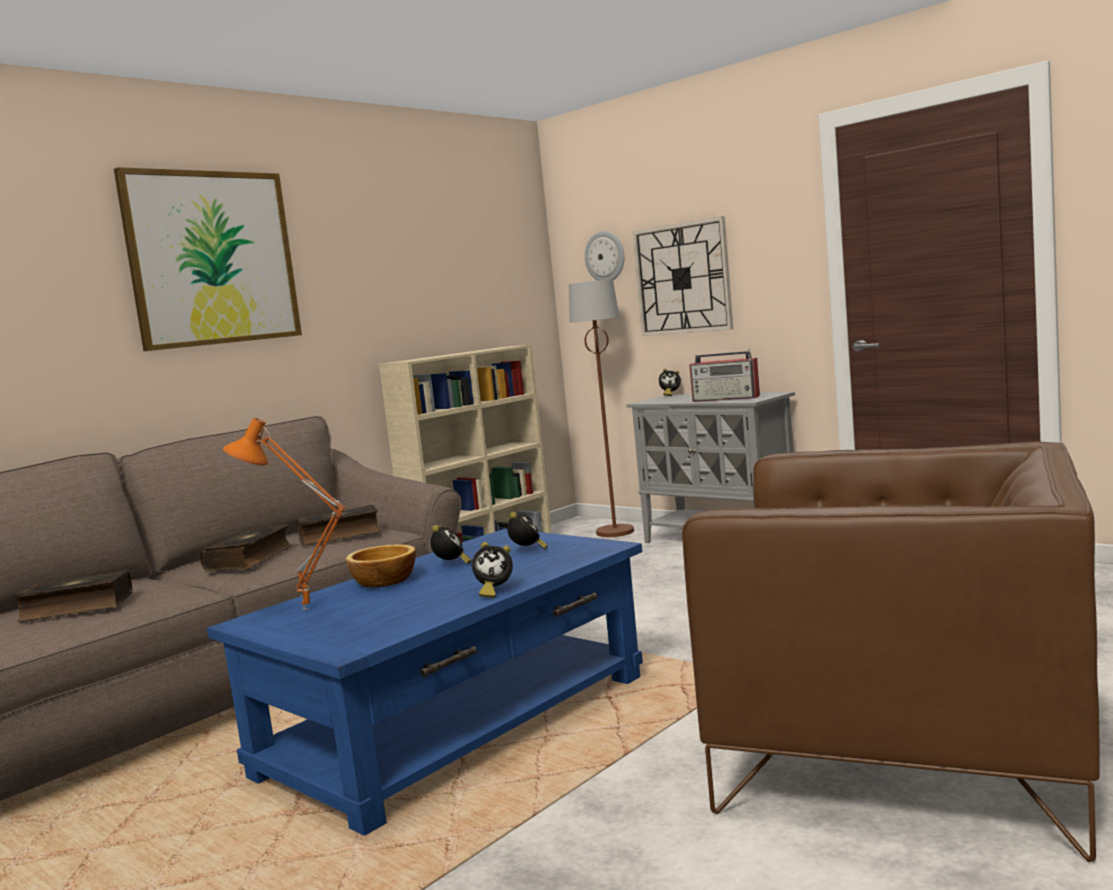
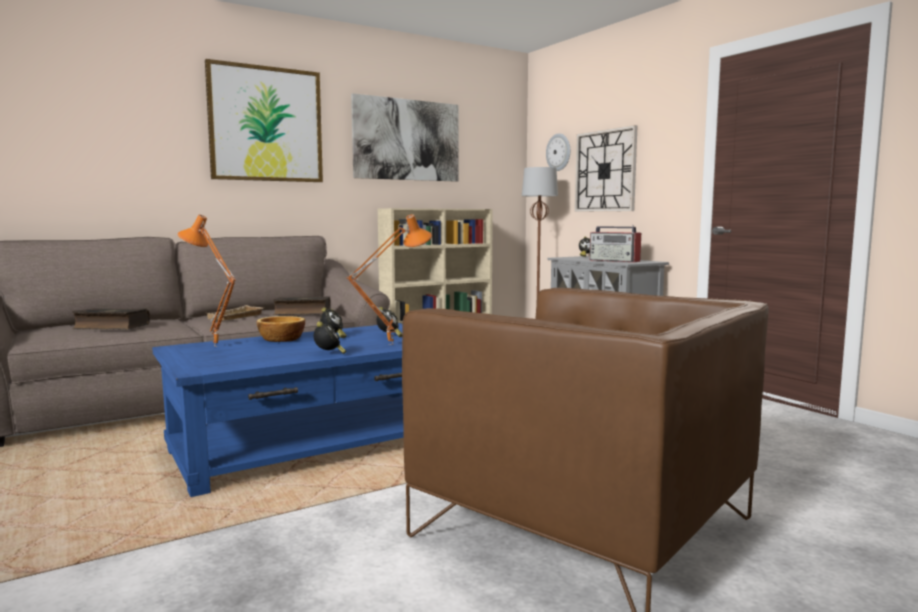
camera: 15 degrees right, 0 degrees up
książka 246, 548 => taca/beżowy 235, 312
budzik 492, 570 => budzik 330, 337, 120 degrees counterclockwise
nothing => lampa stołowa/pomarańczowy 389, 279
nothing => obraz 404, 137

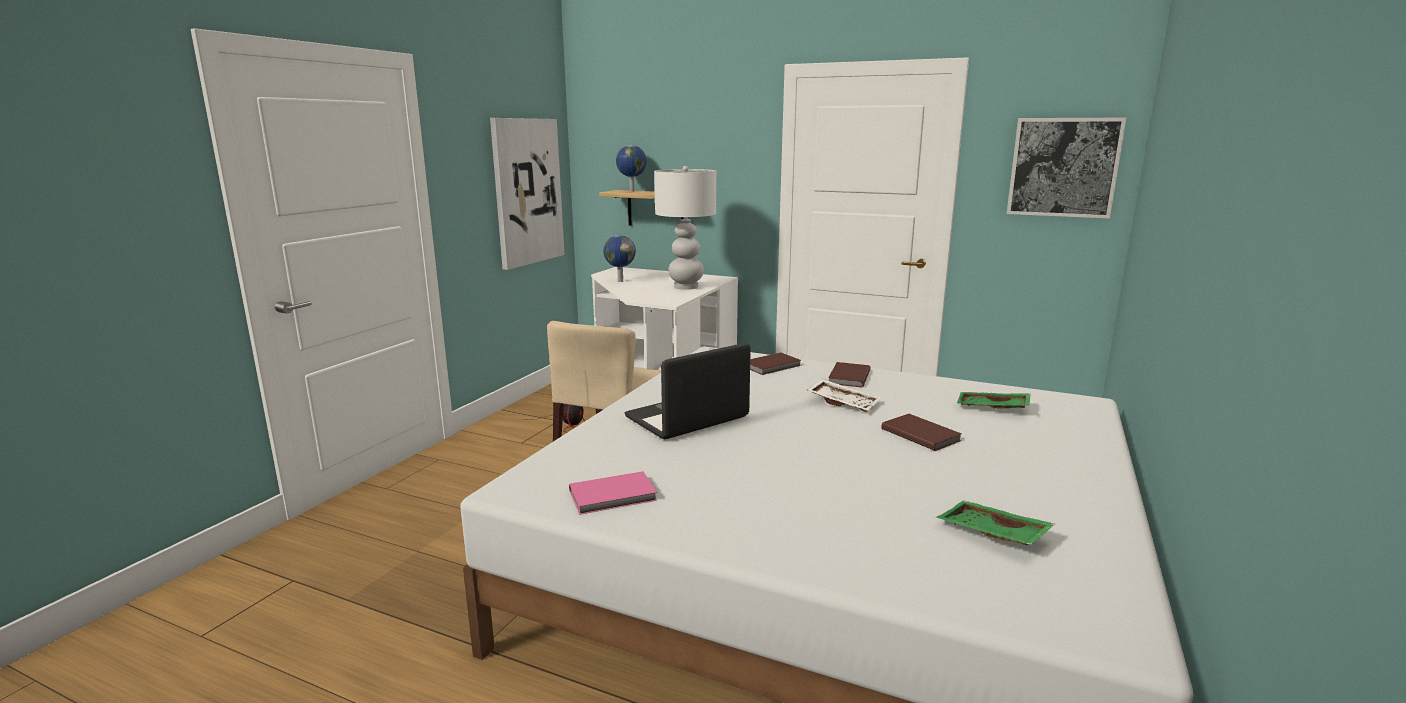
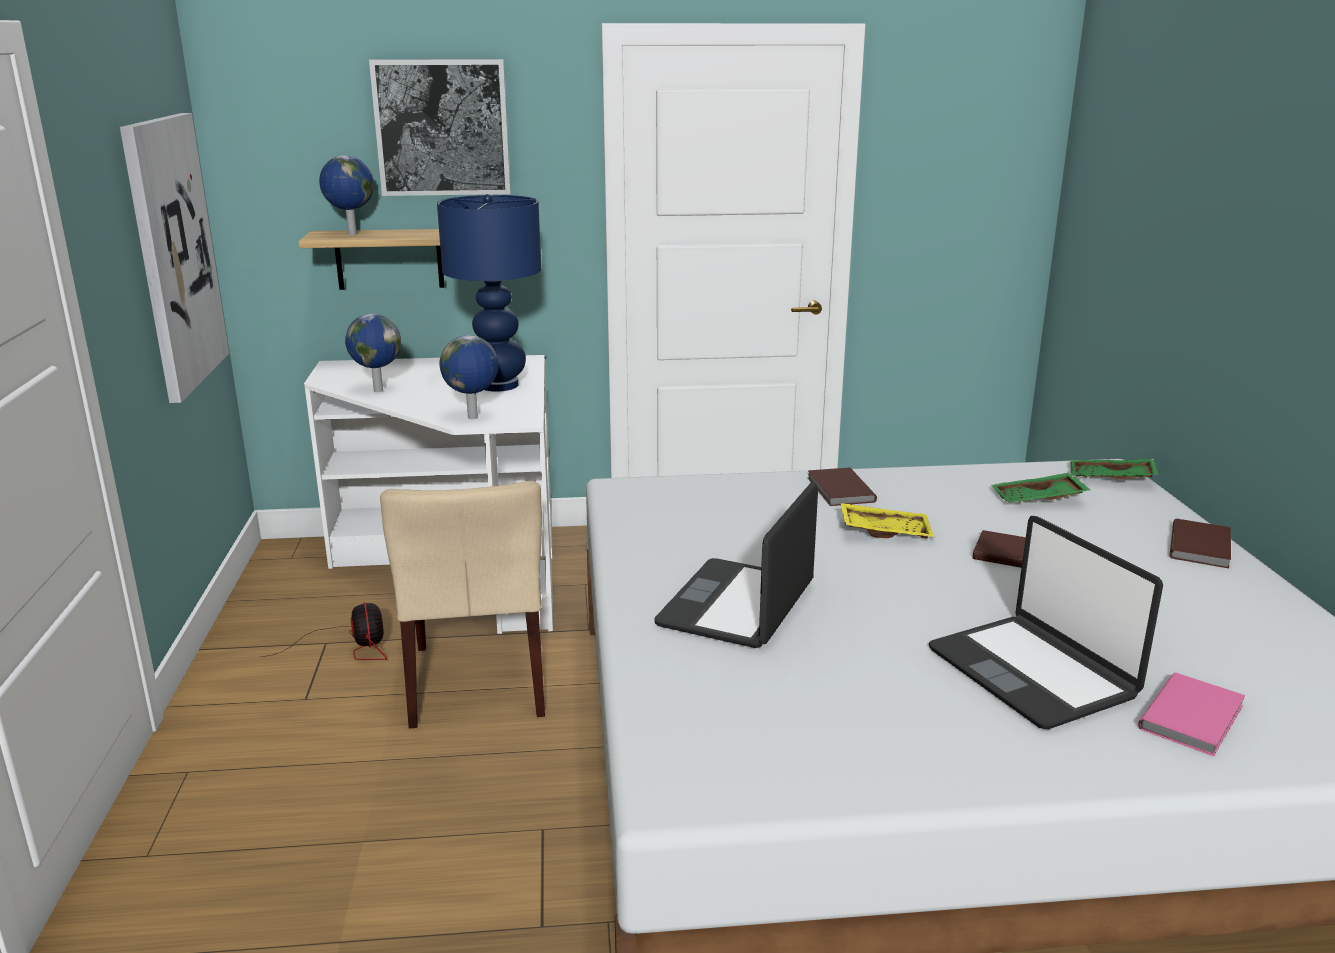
camera: 30 degrees left, 5 degrees up
obraz 1066, 168 => obraz 440, 127, relocated
lampa stołowa/biały 685, 228 => lampa stołowa/niebieski 489, 293
nothing => globus 469, 377
taca/biały 844, 395 => taca/żółty 887, 521
nothing => laptop 1046, 622
taca/zielony 995, 523 => taca/zielony 1114, 469, relocated
książka/różowy 613, 493 => książka/różowy 1192, 714, relocated
książka/brązowy 775, 364 => książka/brązowy 1200, 543, relocated

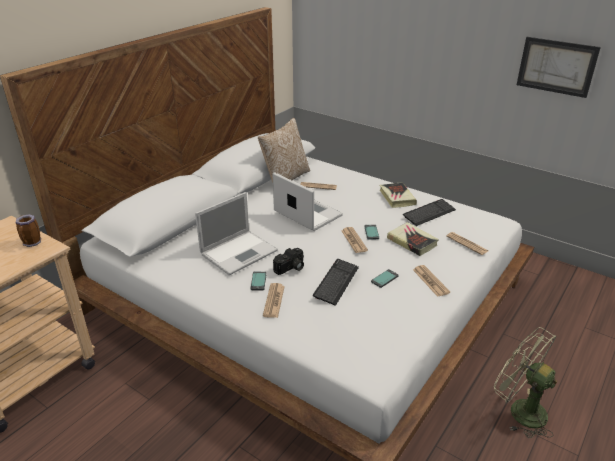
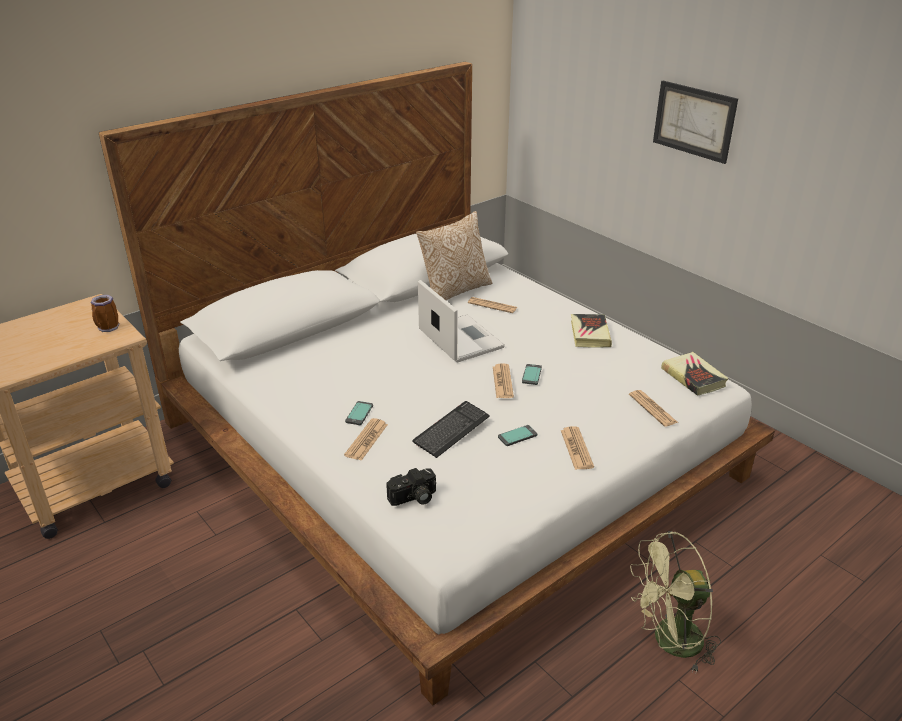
camera: 15 degrees right, 0 degrees up
aparat fotograficzny 288, 261 => aparat fotograficzny 411, 487, relocated
wentylator/zielony 525, 382 => wentylator/zielony 675, 602, 75 degrees counterclockwise
obraz 559, 67 => obraz 695, 122, relocated
książka 413, 239 => książka 694, 374, relocated
laptop 236, 233 => nothing
klawiatura 429, 212 => nothing

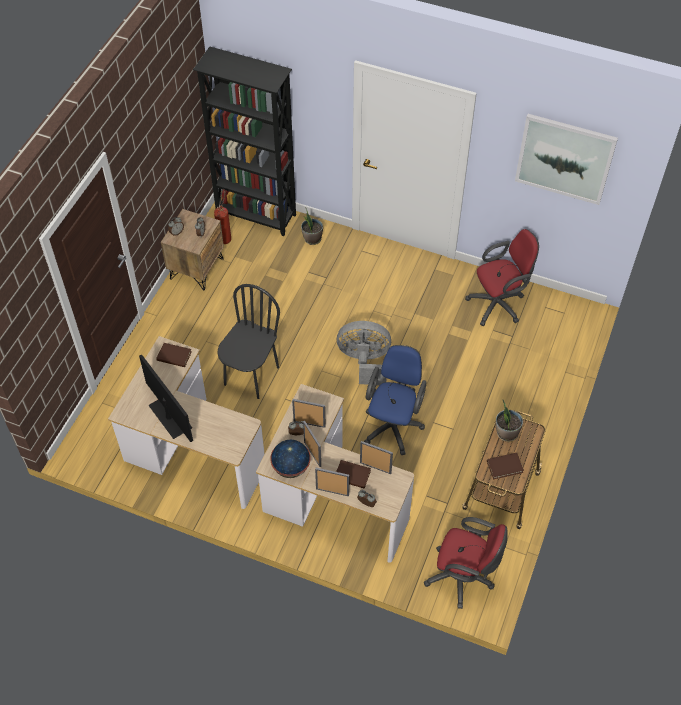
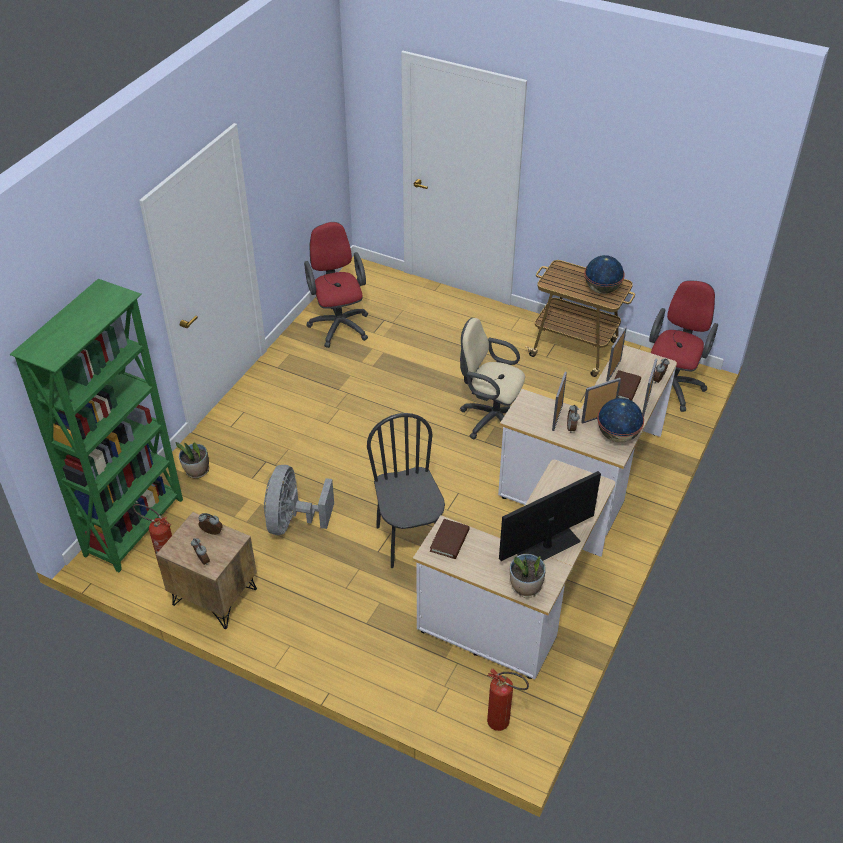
camera: 85 degrees left, 10 degrees down
regał/czarny 244, 141 => regał/zielony 96, 425
wentylator/szary 364, 353 => wentylator/szary 299, 500, relocated
krzesło/czarny 249, 341 => krzesło/czarny 406, 490, 45 degrees clockwise
krzesło biurowe/niebieski 395, 400 => krzesło biurowe/beżowy 492, 378
nothing => gaśnica 508, 699
roślina doniczkowa 509, 421 => roślina doniczkowa 528, 576, relocated
książka/brązowy 505, 466 => globus 604, 274
obraz 566, 159 => nothing

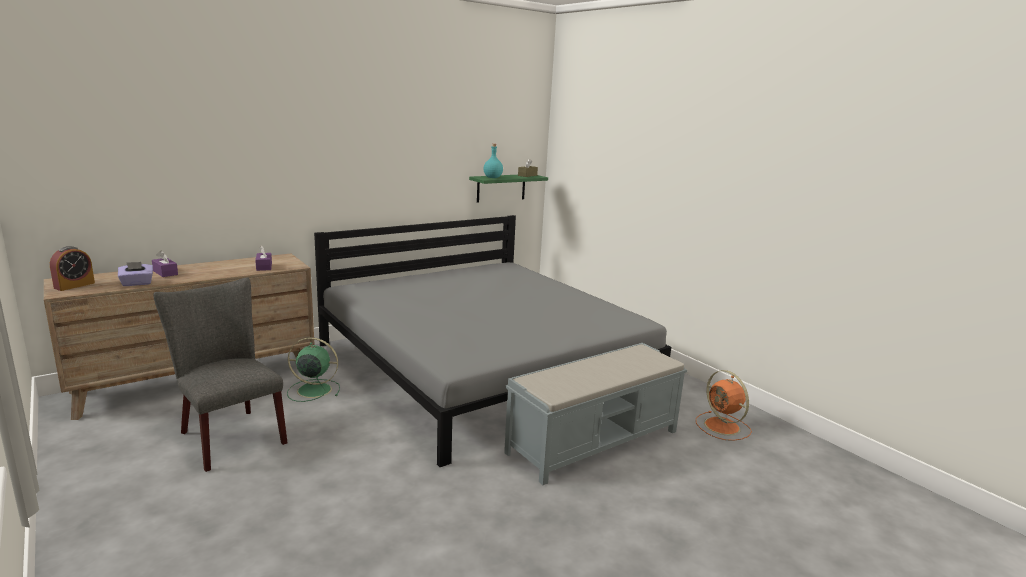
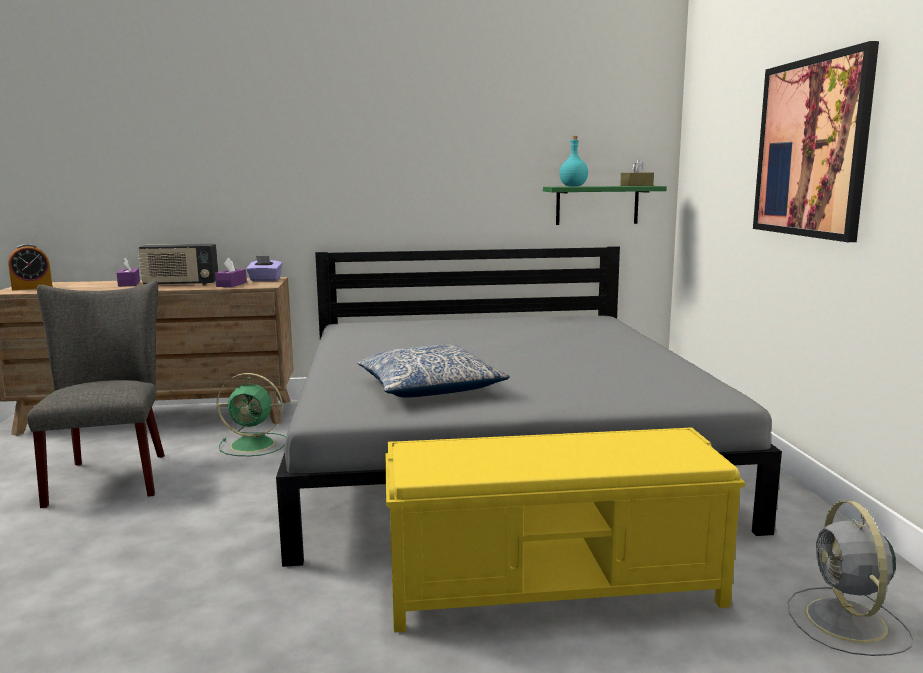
camera: 30 degrees right, 5 degrees down
nothing => radio 178, 264
wentylator/zielony 313, 369 => wentylator/zielony 251, 414, 150 degrees clockwise
pudełko chusteczek/fioletowy 135, 274 => pudełko chusteczek/fioletowy 264, 268, relocated
nothing => poduszka 433, 371
ławka/szary 595, 414 => ławka/żółty 565, 530
nothing => obraz 816, 141
wentylator/pomarańczowy 724, 405 => wentylator/szary 851, 578

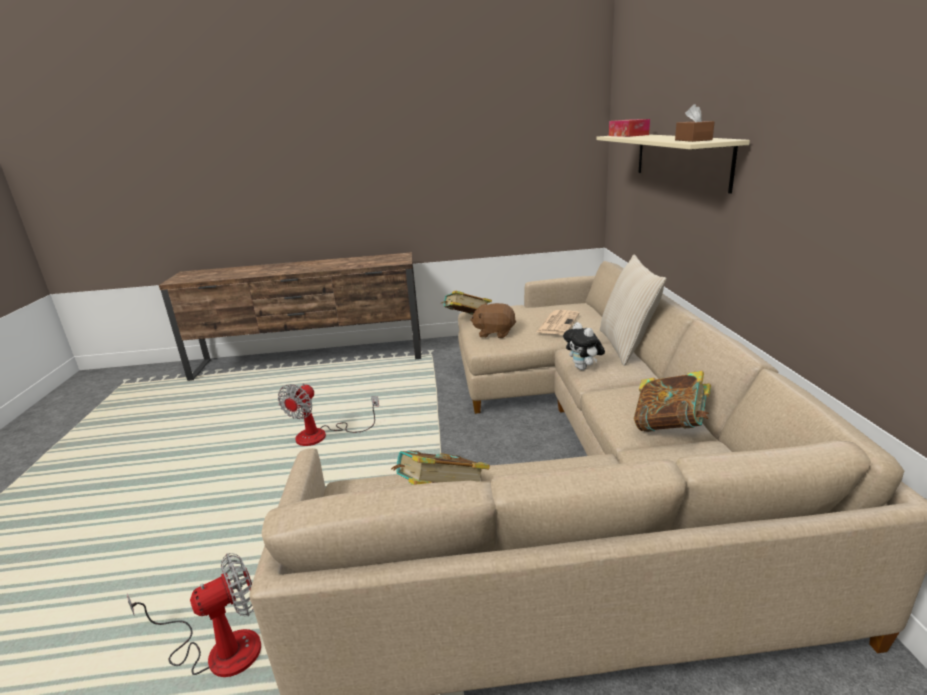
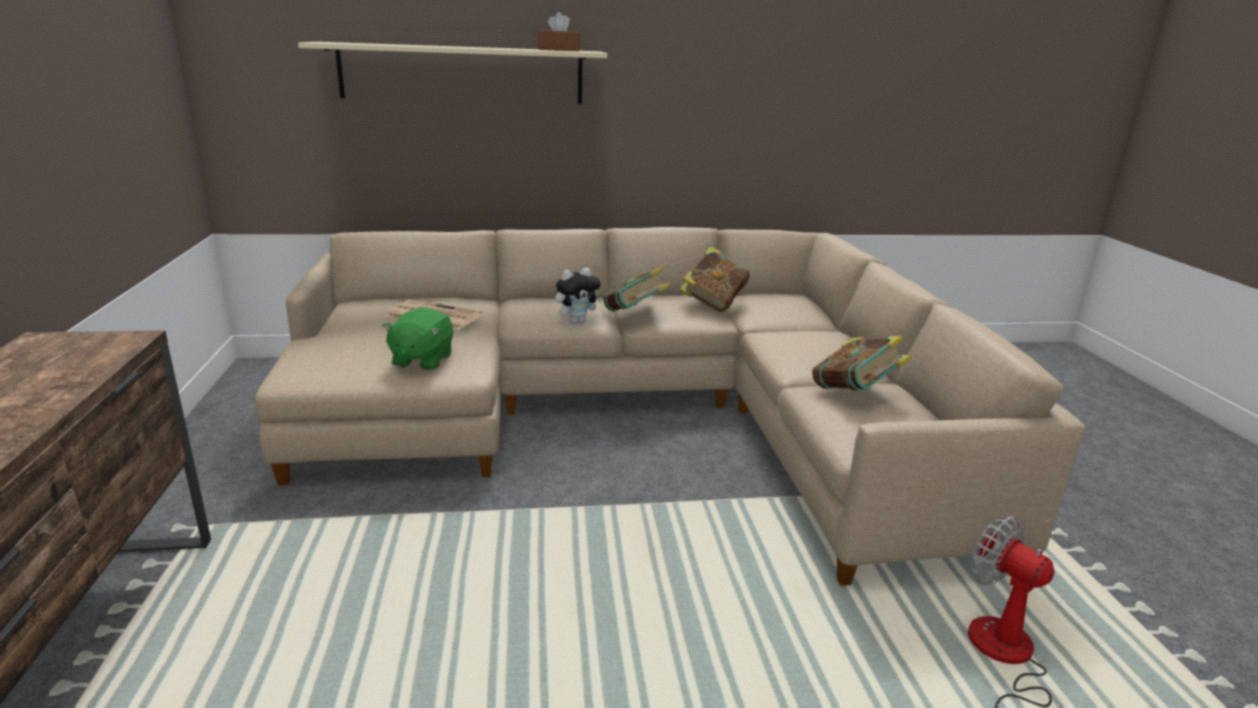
camera: 95 degrees left, 0 degrees up
pluszak/brązowy 493, 320 => pluszak/zielony 418, 339
książka 467, 302 => książka 637, 289, relocated
wentylator 328, 414 => nothing
poduszka/beżowy 633, 310 => nothing
pudełko chusteczek 629, 128 => nothing

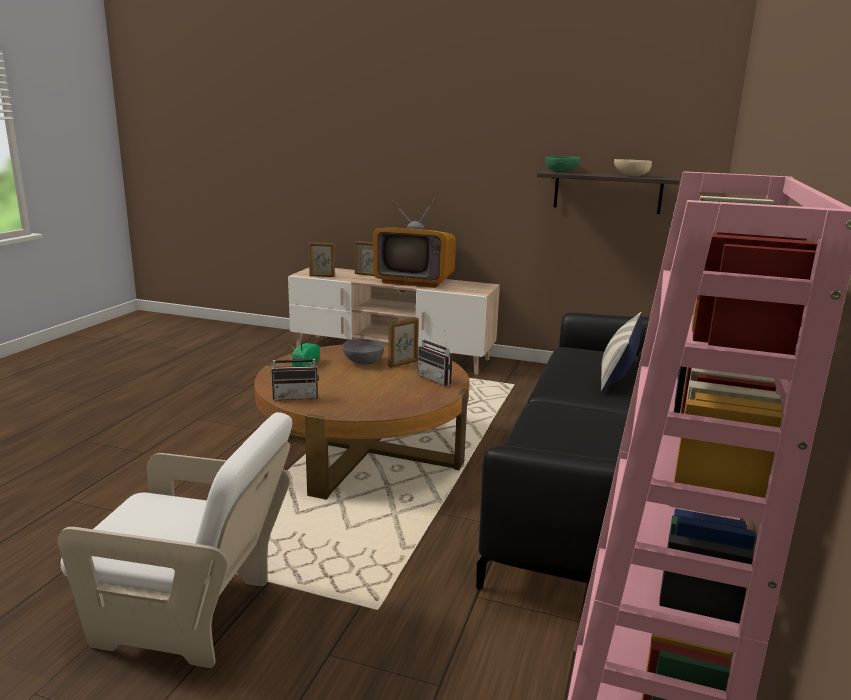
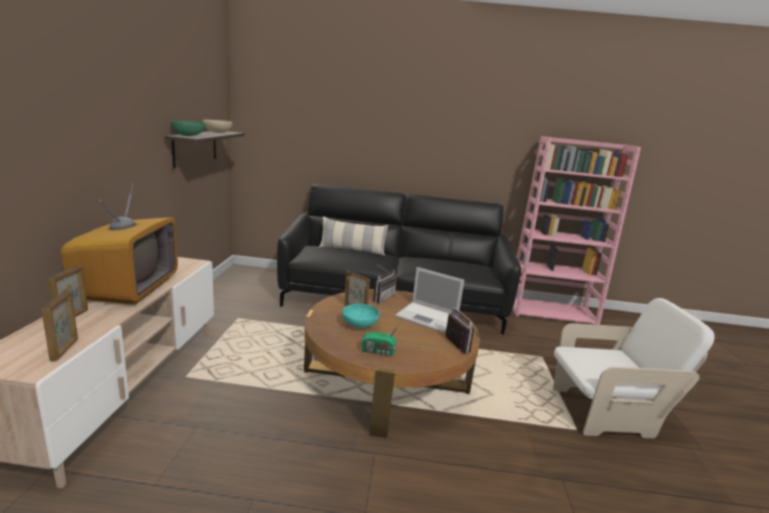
camera: 105 degrees left, 0 degrees up
miska/szary 363, 352 => miska/turkusowy 361, 316
nothing => laptop 429, 300
fotel/biały 174, 540 => fotel/biały 634, 368, 90 degrees clockwise

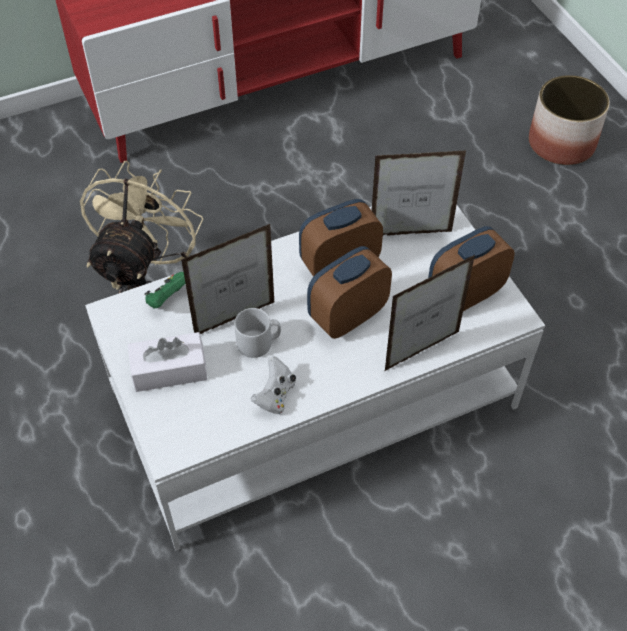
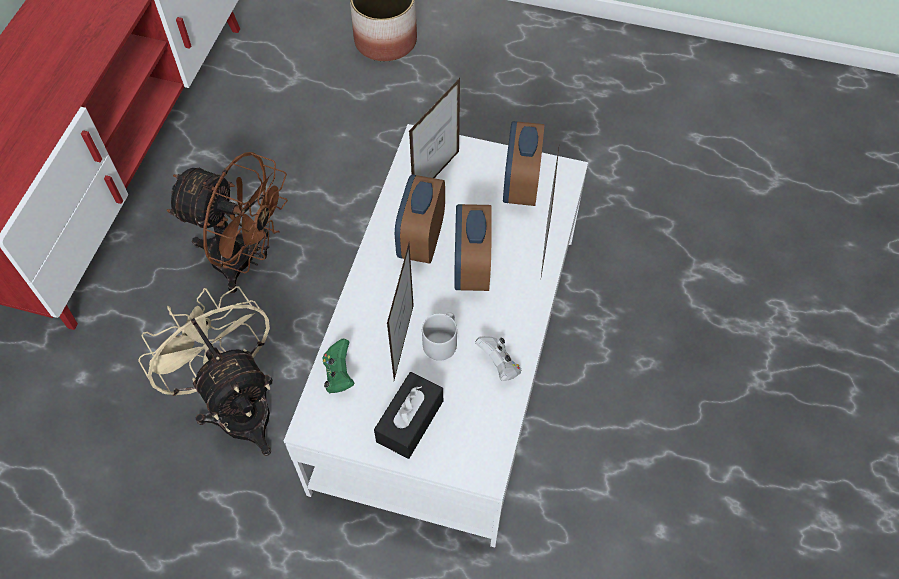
camera: 50 degrees left, 5 degrees up
nothing => wentylator/brązowy 227, 222
pudełko chusteczek/biały 167, 362 => pudełko chusteczek/czarny 408, 415

